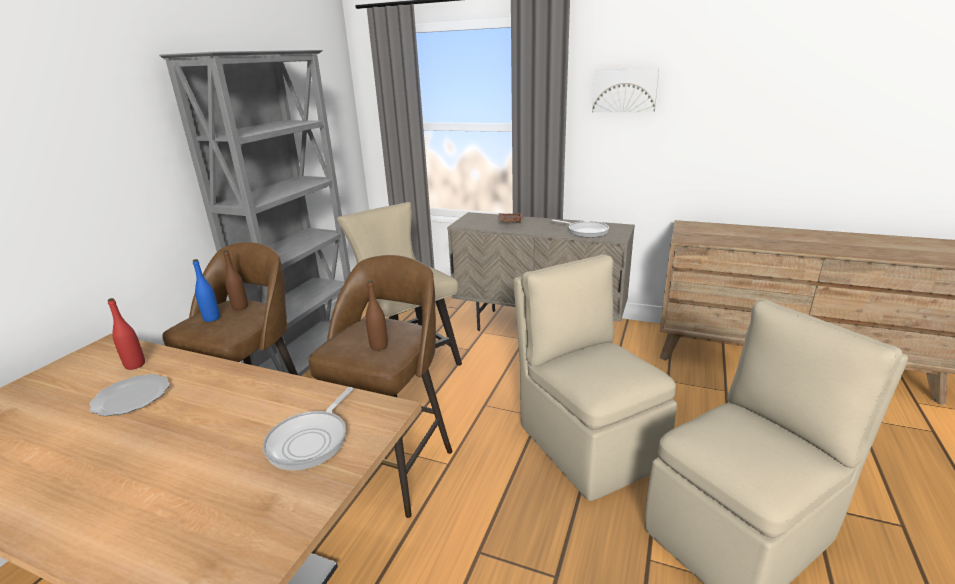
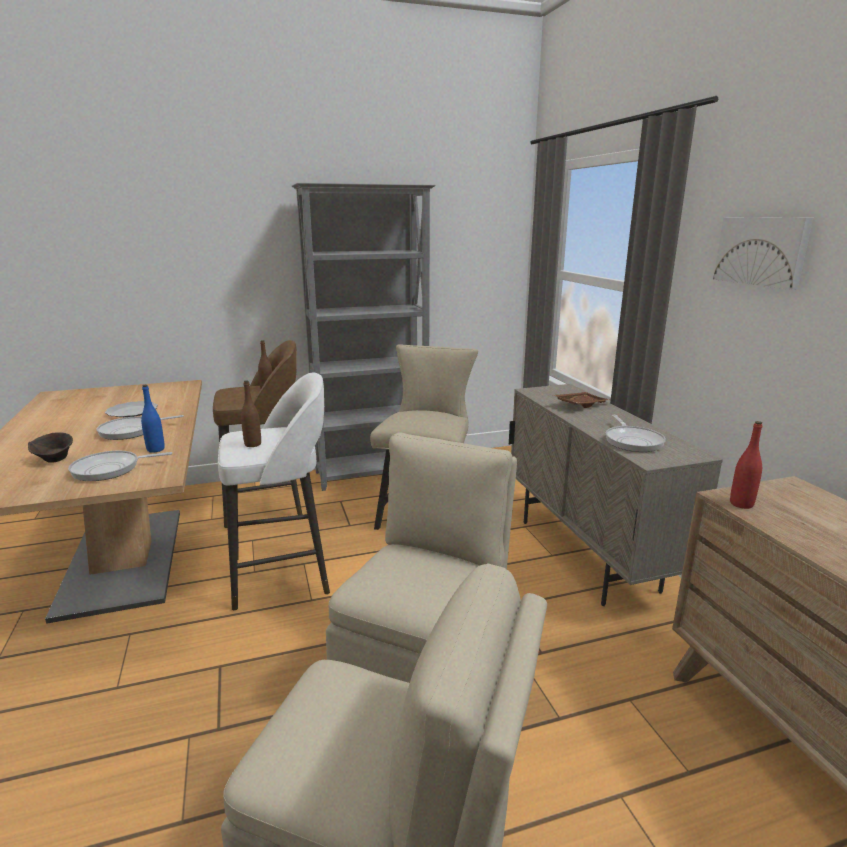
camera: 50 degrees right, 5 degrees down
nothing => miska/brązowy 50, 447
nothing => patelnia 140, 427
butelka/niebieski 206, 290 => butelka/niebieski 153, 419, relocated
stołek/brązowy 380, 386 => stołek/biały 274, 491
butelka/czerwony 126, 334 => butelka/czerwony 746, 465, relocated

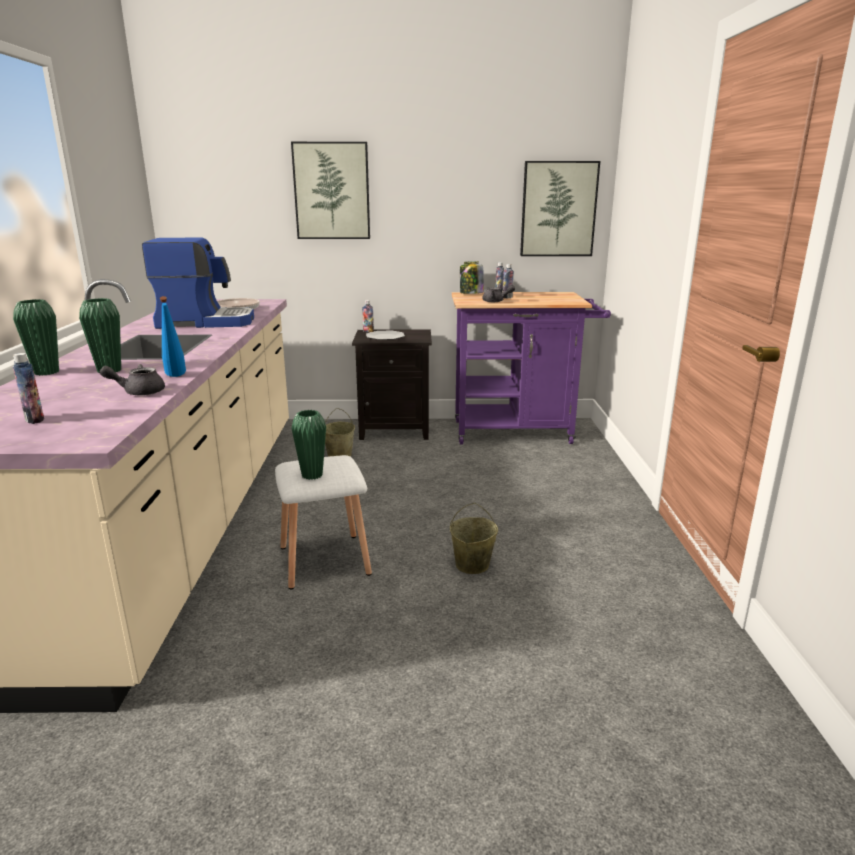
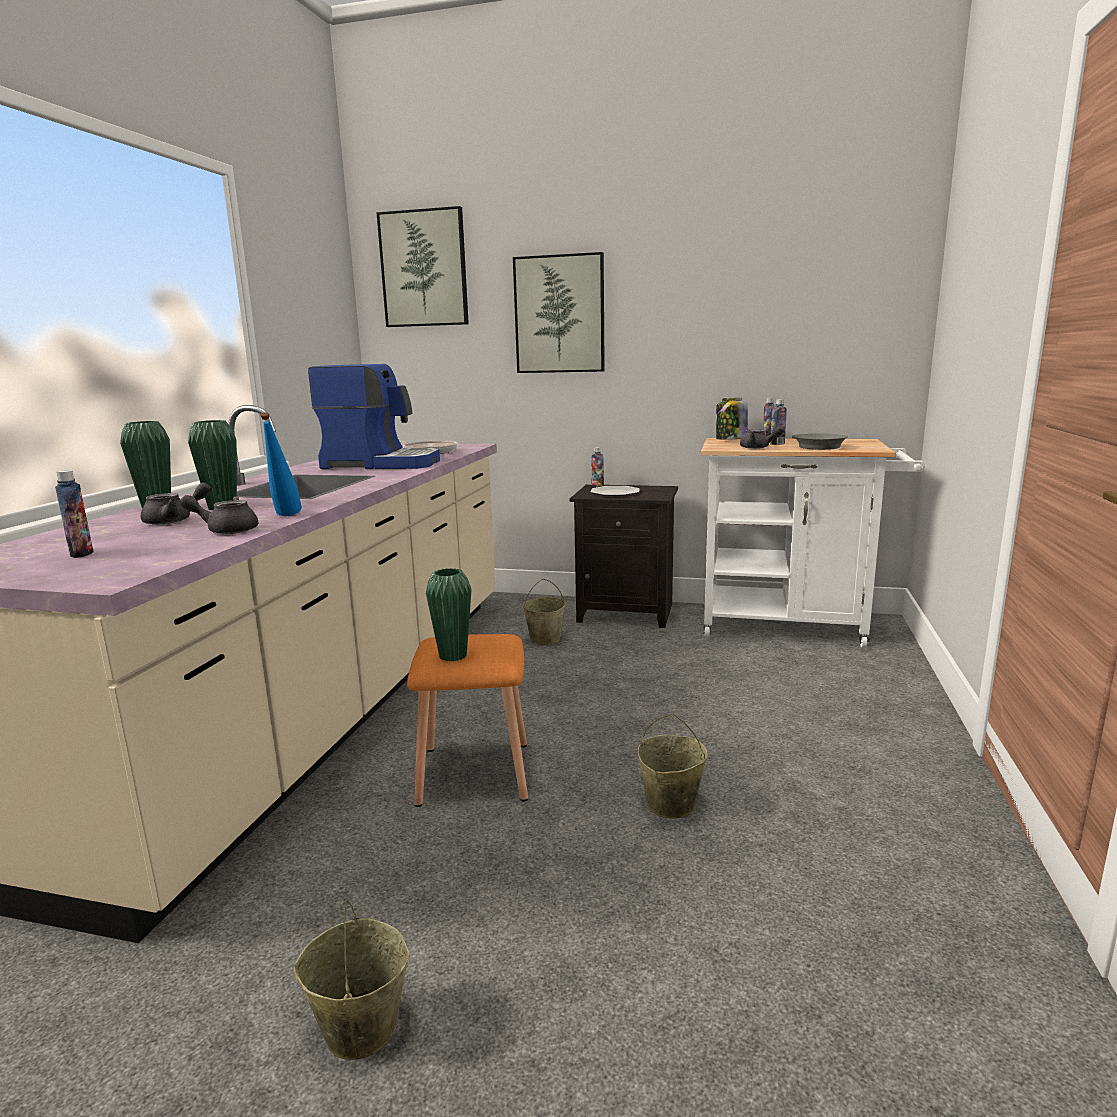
camera: 15 degrees right, 5 degrees down
nothing => imbryk/szary 176, 504
nothing => wiadro/beżowy 351, 980
obraz 560, 208 => obraz 422, 266, relocated
stołek/biały 323, 522 => stołek/pomarańczowy 467, 720
wózek/fioletowy 531, 368 => wózek/biały 813, 543
nothing => patelnia/szary 820, 441

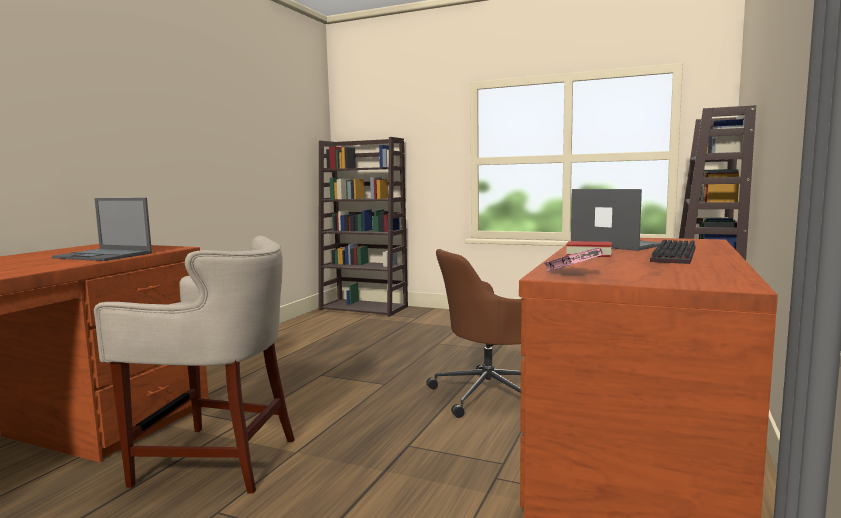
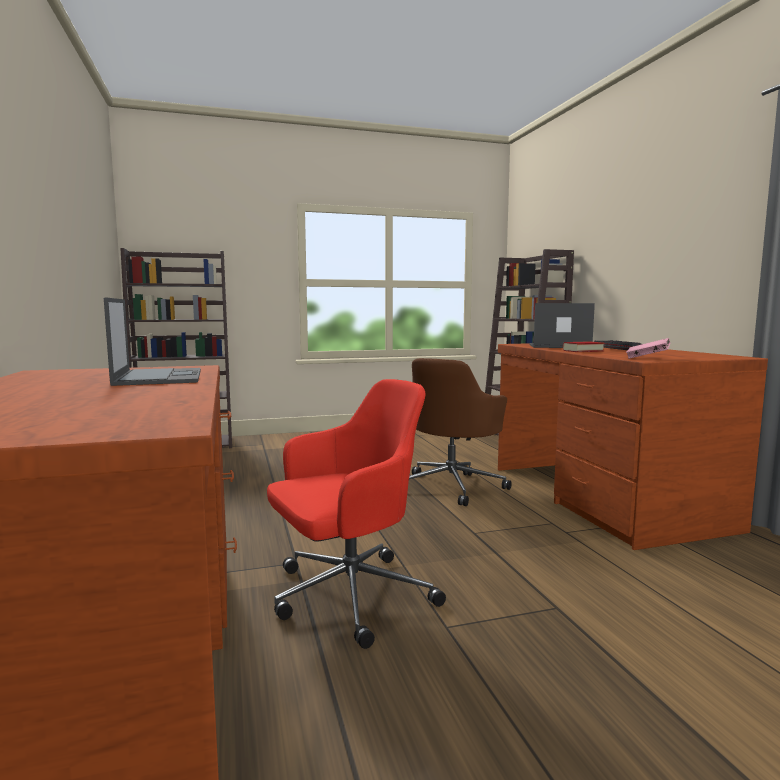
camera: 40 degrees left, 0 degrees up
laptop 102, 229 => laptop 152, 342, 90 degrees counterclockwise
stołek/beżowy 194, 365 => krzesło biurowe/czerwony 356, 514

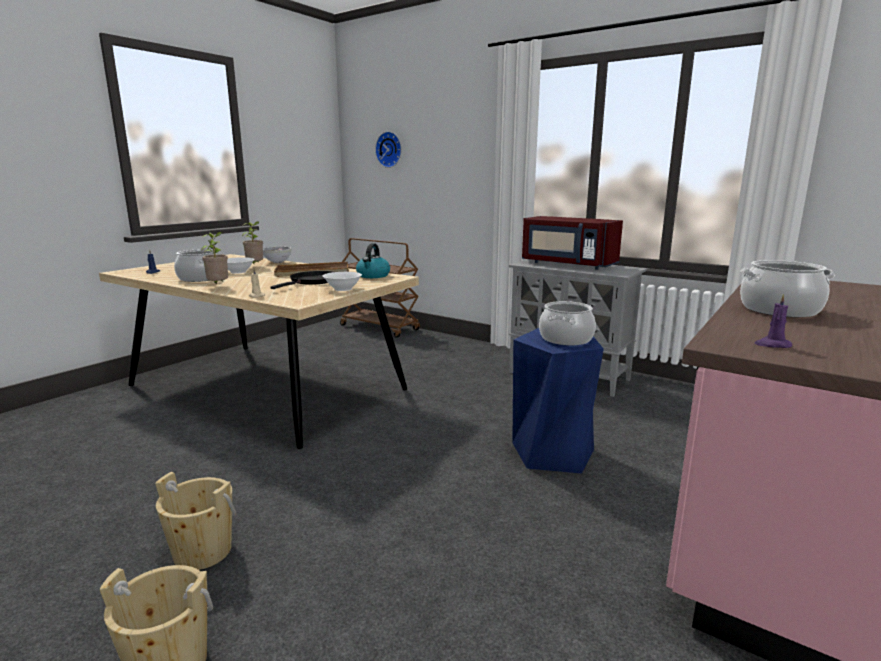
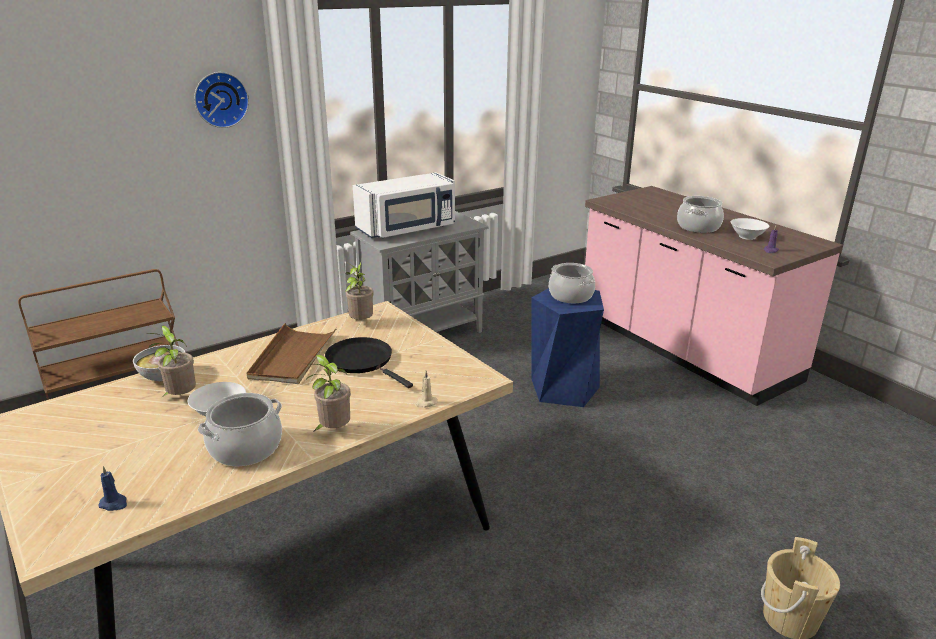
camera: 70 degrees left, 10 degrees up
zegar ścienny 388, 149 => zegar ścienny 221, 100, relocated
czajnik 373, 260 => roślina doniczkowa 359, 291
mikrofalówka/czerwony 572, 242 => mikrofalówka/biały 404, 205
miska/biały 342, 281 => miska/biały 750, 229, relocated
wiadro/beżowy 195, 521 => nothing

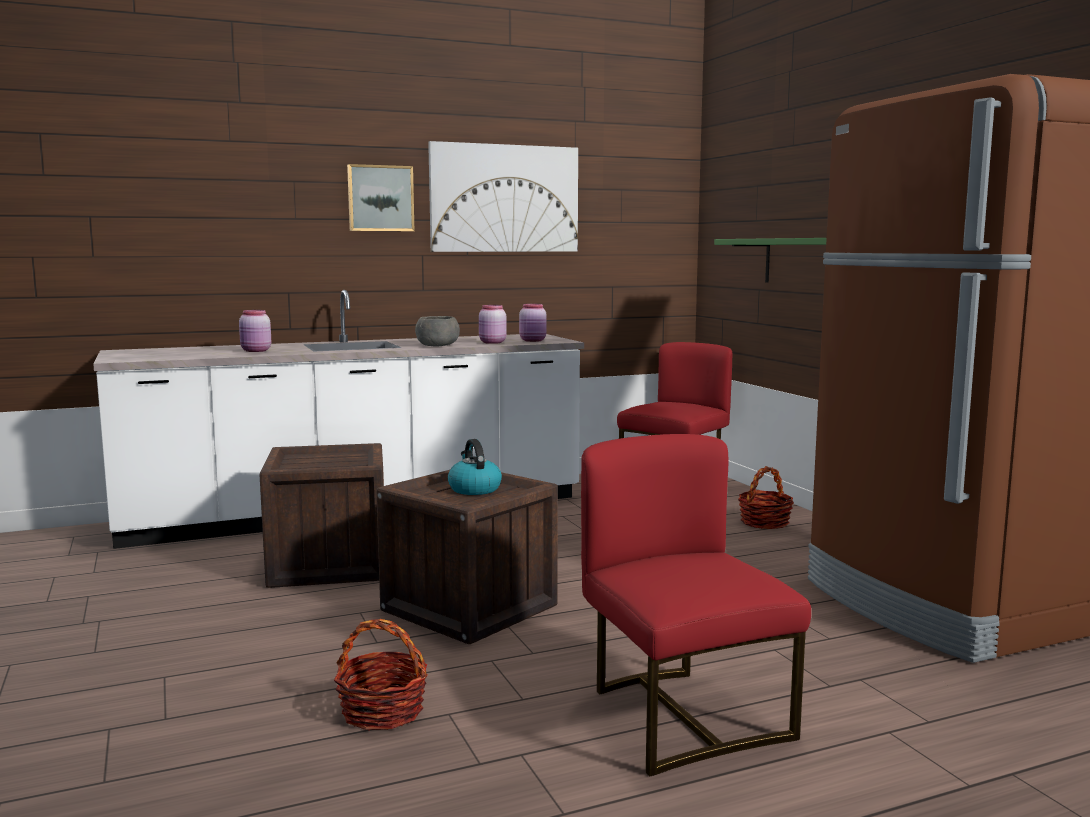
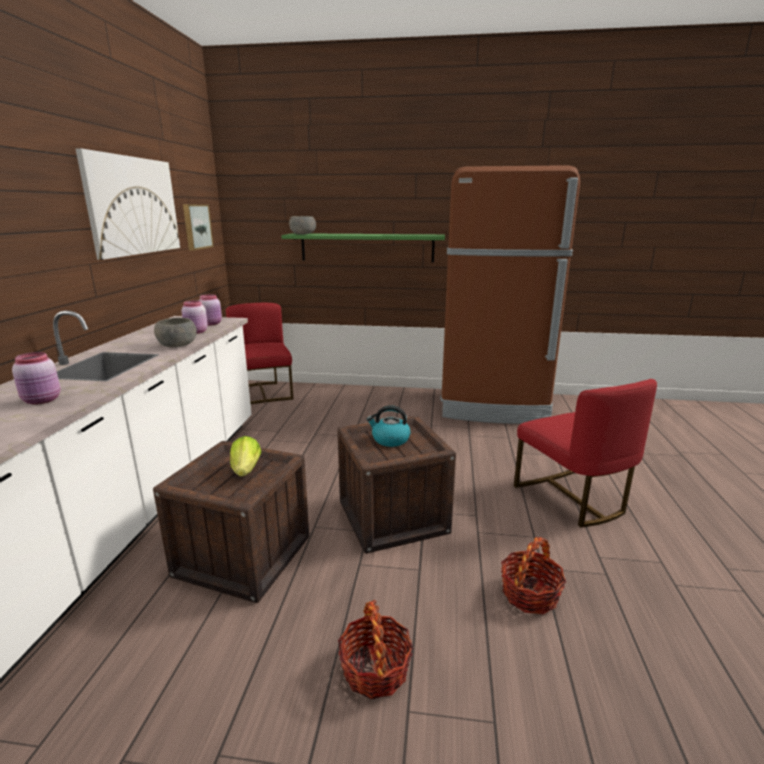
camera: 60 degrees left, 10 degrees up
obraz 381, 197 => obraz 198, 227, relocated
nothing => sałata 245, 456
nothing => miska/szary 302, 225
koszyk 765, 497 => koszyk 376, 649, relocated
krzesło/czerwony 696, 605 => krzesło/czerwony 585, 453, 120 degrees counterclockwise

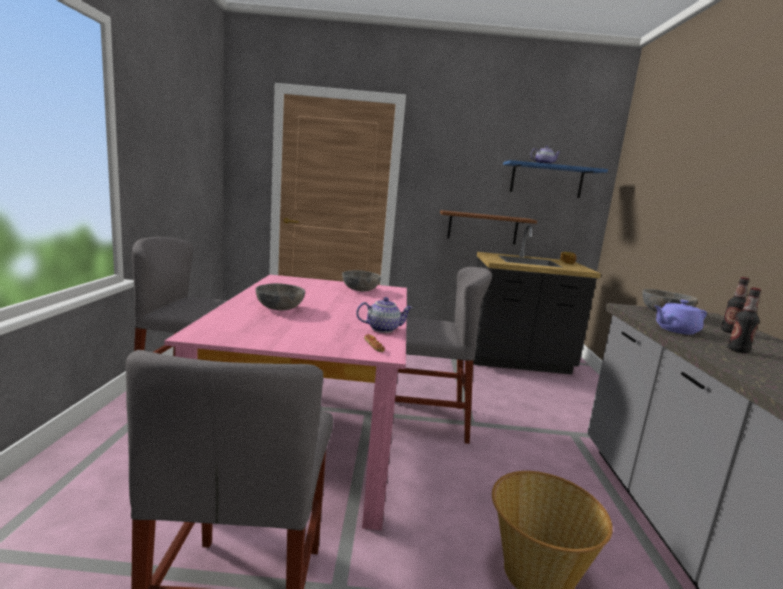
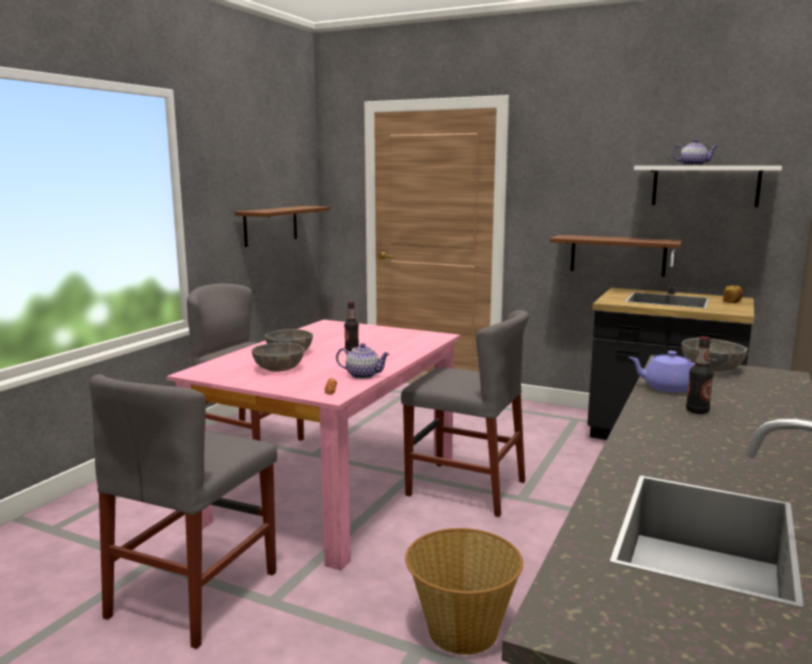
camera: 25 degrees right, 0 degrees up
nothing => półka/brązowy 282, 226
miska/szary 361, 280 => miska/szary 278, 357, relocated
butelka 735, 305 => butelka 351, 326, relocated
półka/niebieski 555, 179 => półka/biały 708, 186

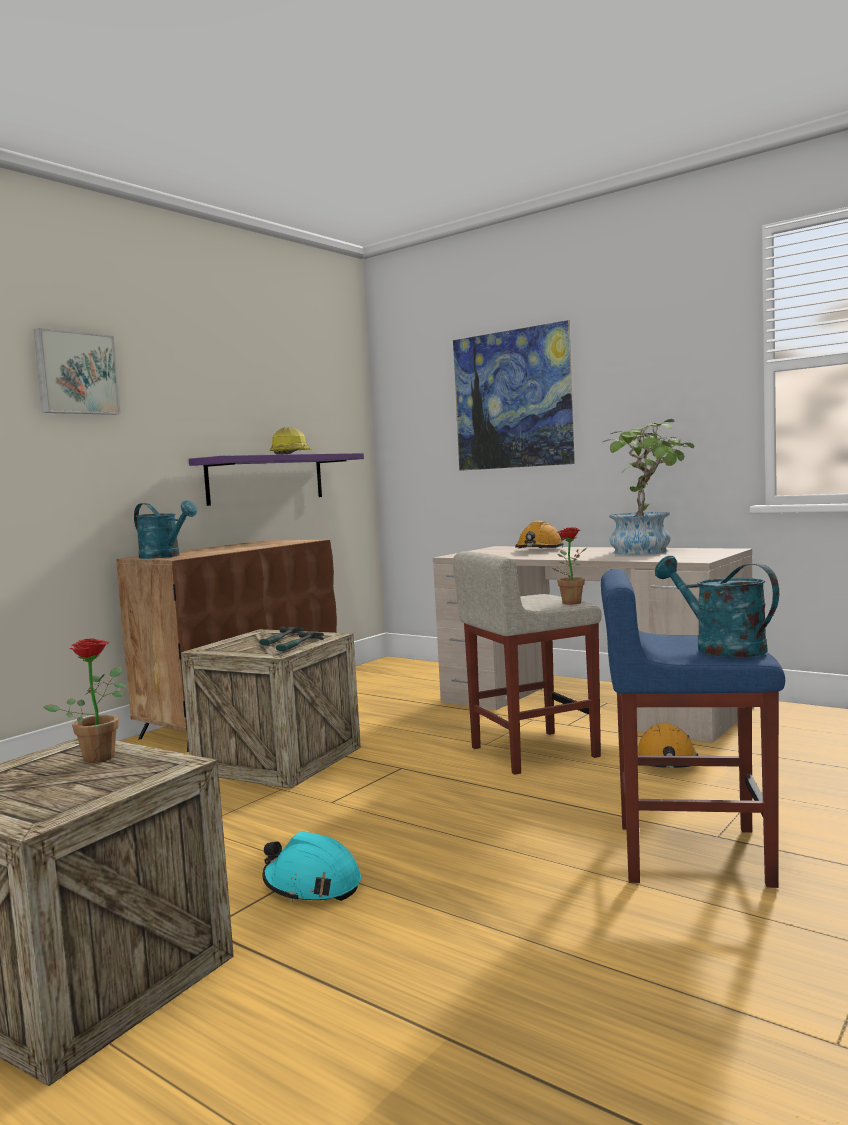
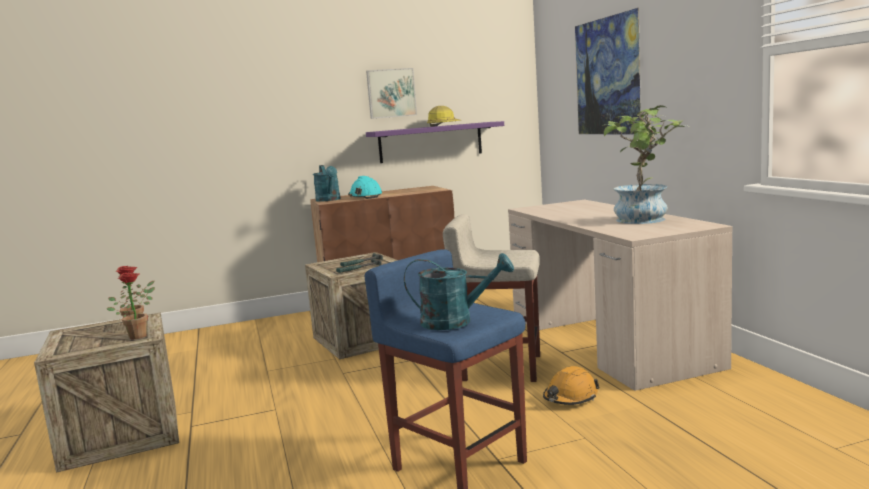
camera: 35 degrees right, 5 degrees up
roślina doniczkowa 569, 565 => roślina doniczkowa 130, 305, relocated
kask/turkusowy 311, 867 => kask/turkusowy 365, 187, relocated
obraz 77, 371 => obraz 391, 93, relocated
konewka/turkusowy 717, 606 => konewka/turkusowy 459, 291, 90 degrees clockwise
kask/pomarańczowy 539, 534 => nothing

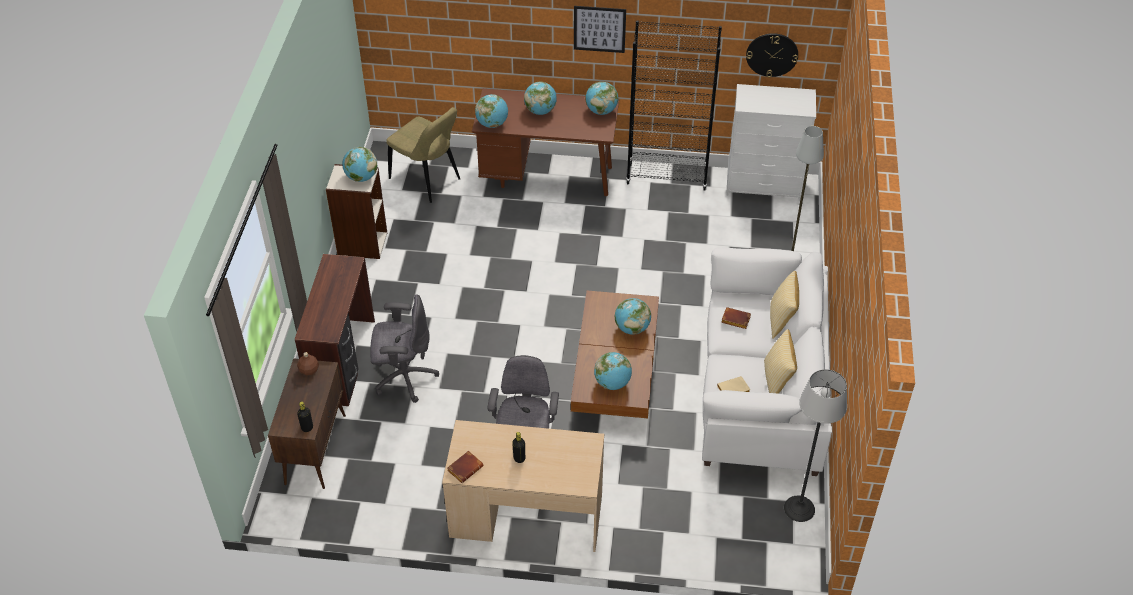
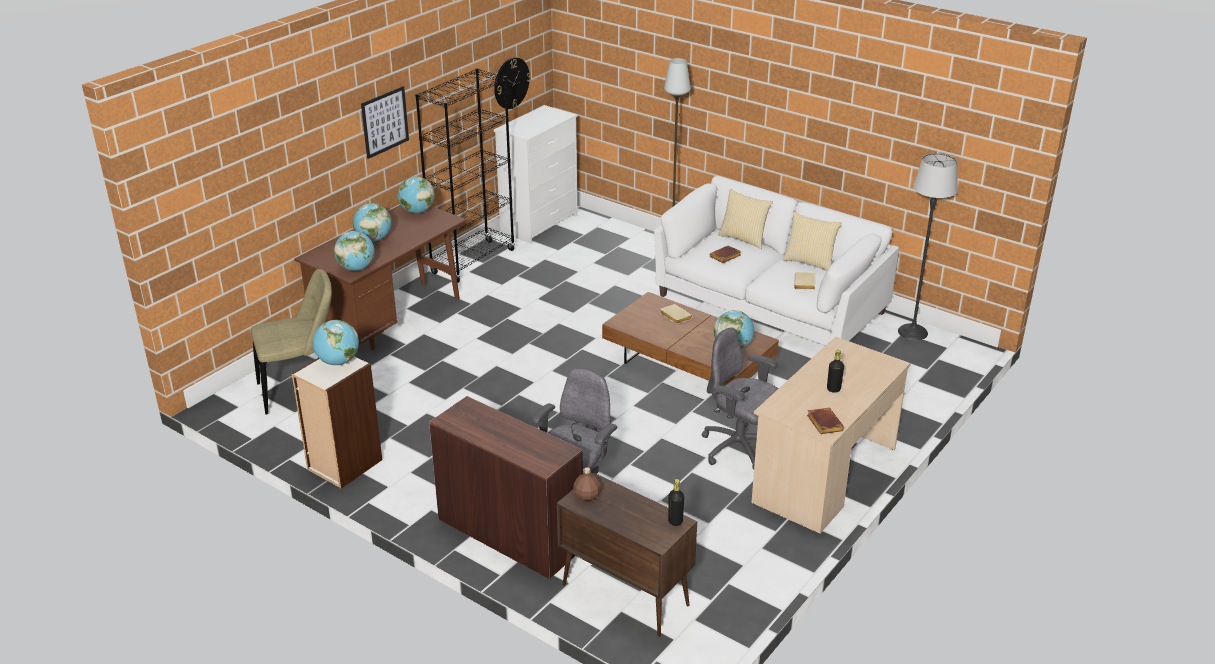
camera: 60 degrees left, 15 degrees down
globus 633, 316 => książka/beżowy 676, 314

